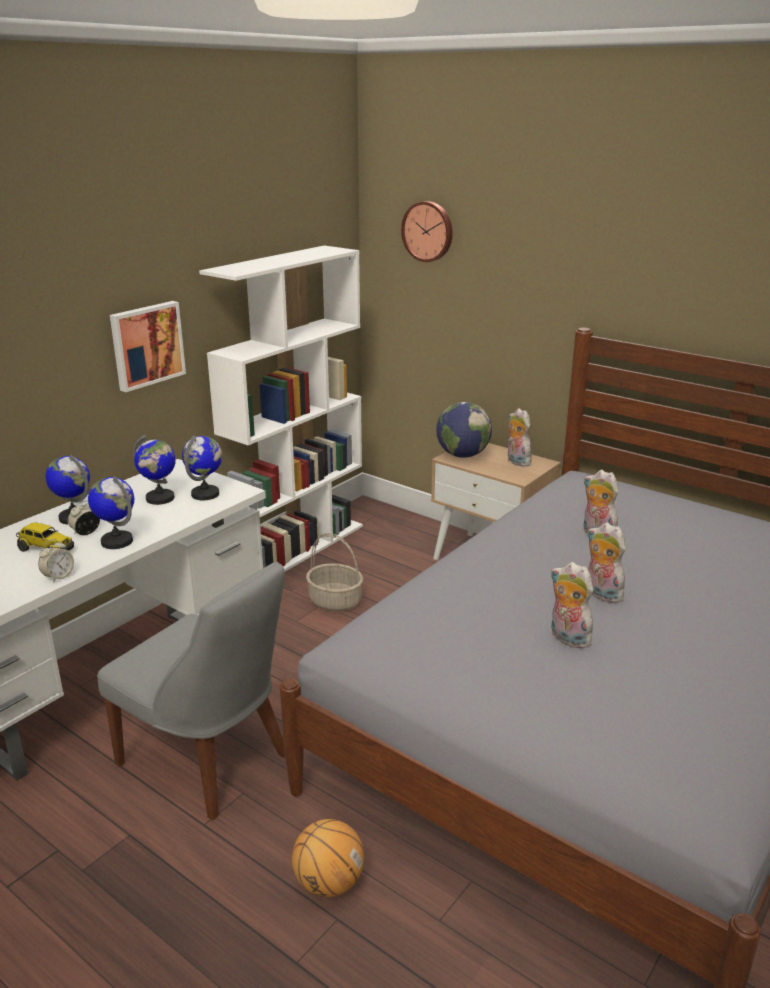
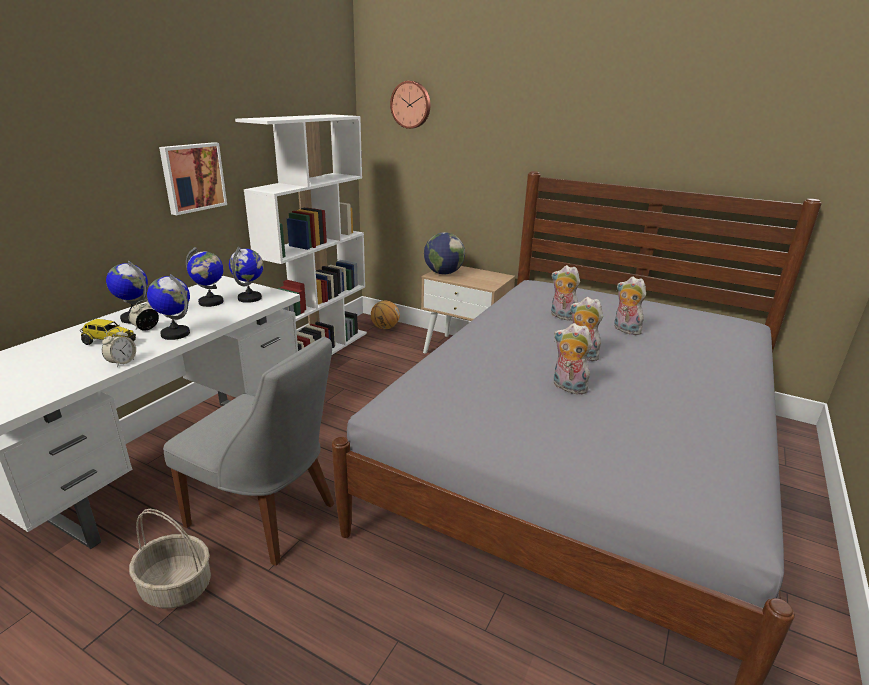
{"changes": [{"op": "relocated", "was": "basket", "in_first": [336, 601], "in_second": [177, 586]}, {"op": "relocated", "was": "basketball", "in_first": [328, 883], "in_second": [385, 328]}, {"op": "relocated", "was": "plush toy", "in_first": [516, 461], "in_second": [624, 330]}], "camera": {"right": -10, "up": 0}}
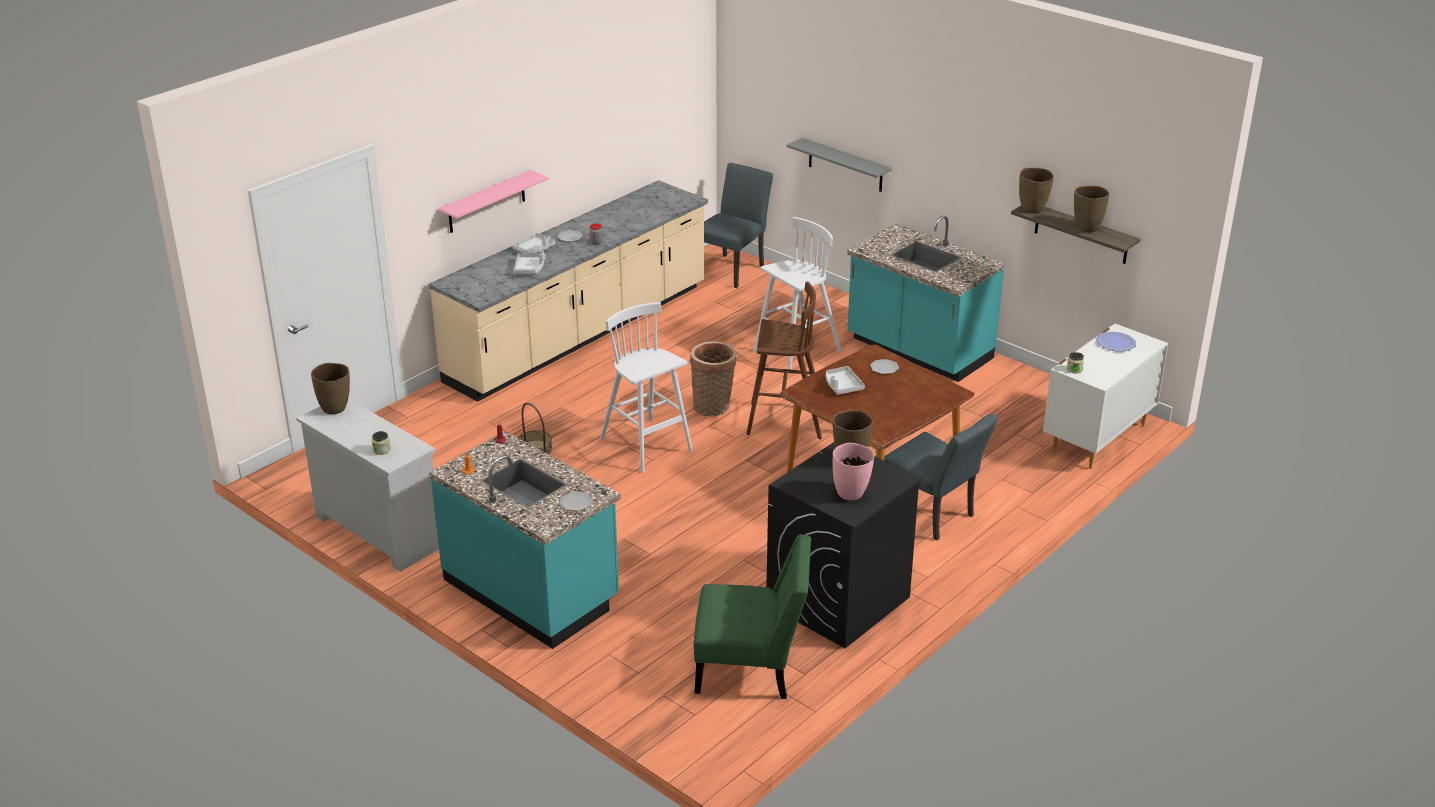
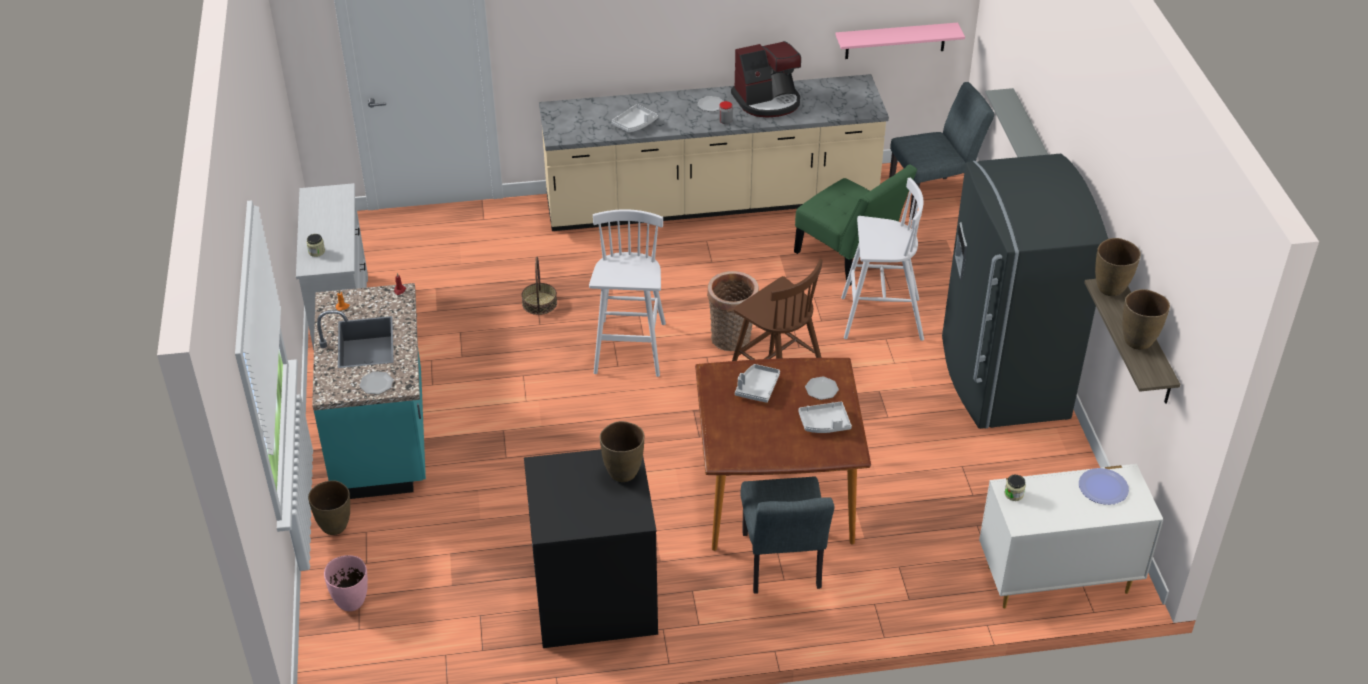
{"changes": [{"op": "relocated", "was": "brown vase", "in_first": [335, 408], "in_second": [335, 526]}, {"op": "relocated", "was": "pink vase", "in_first": [851, 493], "in_second": [352, 602]}, {"op": "appeared", "now": "coffee machine", "in_second": [767, 101]}, {"op": "relocated", "was": "green chair", "in_first": [751, 668], "in_second": [849, 256]}, {"op": "relocated", "was": "grey tray", "in_first": [534, 249], "in_second": [824, 423]}, {"op": "relocated", "was": "pink shelf", "in_first": [486, 202], "in_second": [895, 41]}, {"op": "exchanged", "was": "turquoise counter", "now": "grey fridge", "in_first": [918, 350], "in_second": [1001, 379]}], "camera": {"right": 40, "up": 10}}
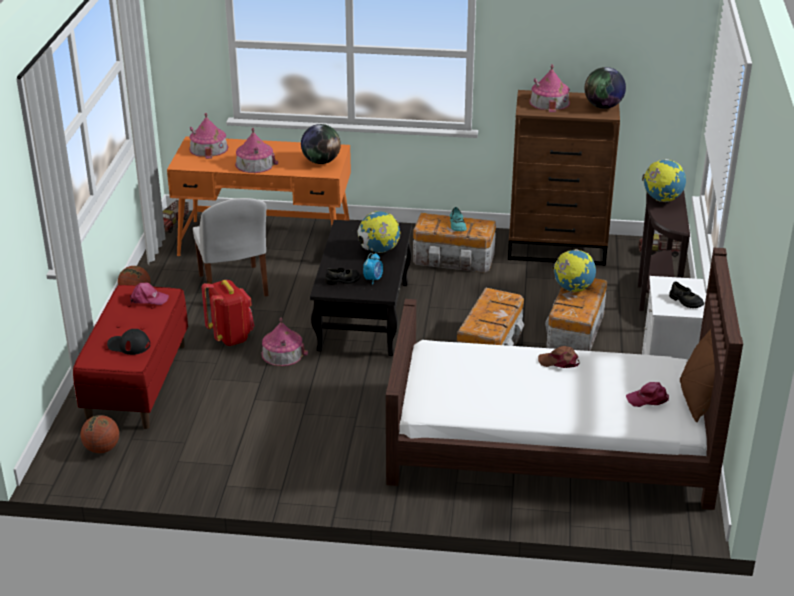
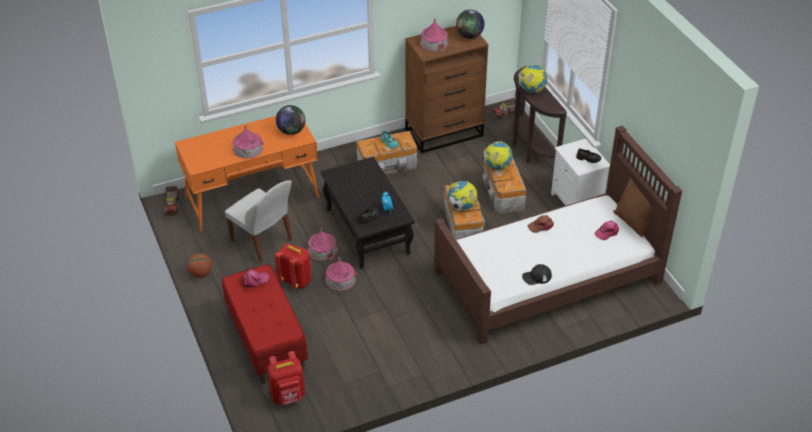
{"changes": [{"op": "exchanged", "was": "basketball", "now": "red backpack", "in_first": [102, 449], "in_second": [288, 396]}, {"op": "relocated", "was": "toy house", "in_first": [208, 148], "in_second": [322, 250]}, {"op": "relocated", "was": "globe", "in_first": [379, 250], "in_second": [461, 207]}, {"op": "relocated", "was": "black cap", "in_first": [129, 345], "in_second": [536, 277]}], "camera": {"right": -30, "up": 10}}
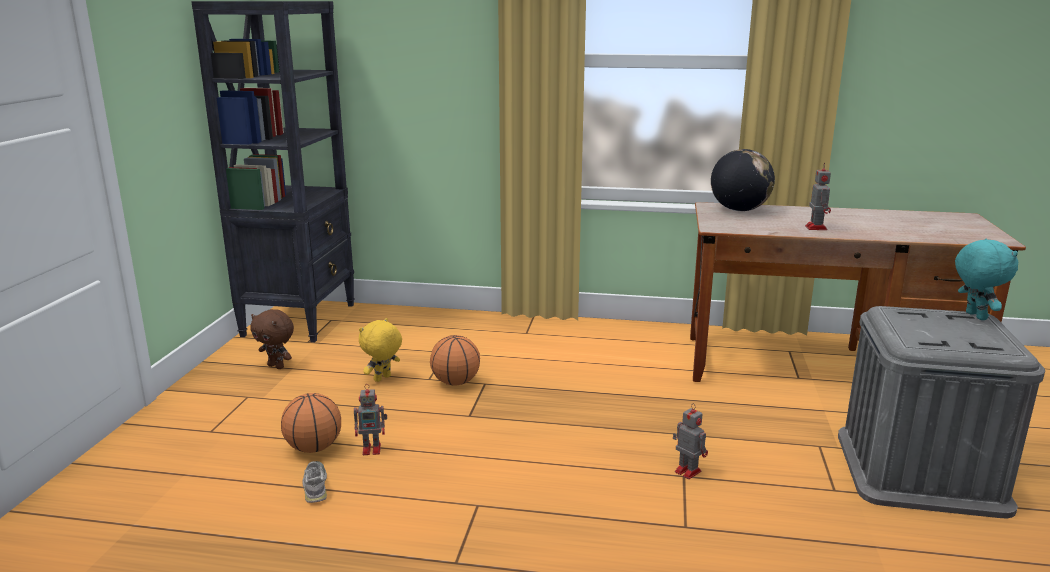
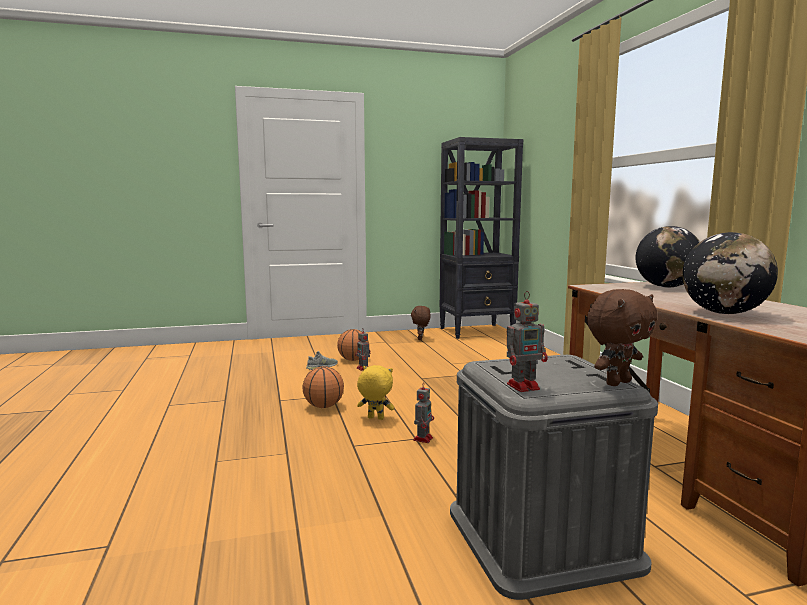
{"changes": [{"op": "relocated", "was": "basketball", "in_first": [455, 382], "in_second": [323, 406]}, {"op": "relocated", "was": "yellow plush toy", "in_first": [383, 379], "in_second": [375, 418]}, {"op": "relocated", "was": "toy robot", "in_first": [815, 227], "in_second": [524, 386]}, {"op": "colour", "was": "turquoise plush toy", "now": "brown plush toy", "in_first": [974, 316], "in_second": [617, 382]}, {"op": "appeared", "now": "globe", "in_second": [724, 313]}], "camera": {"right": 65, "up": -10}}
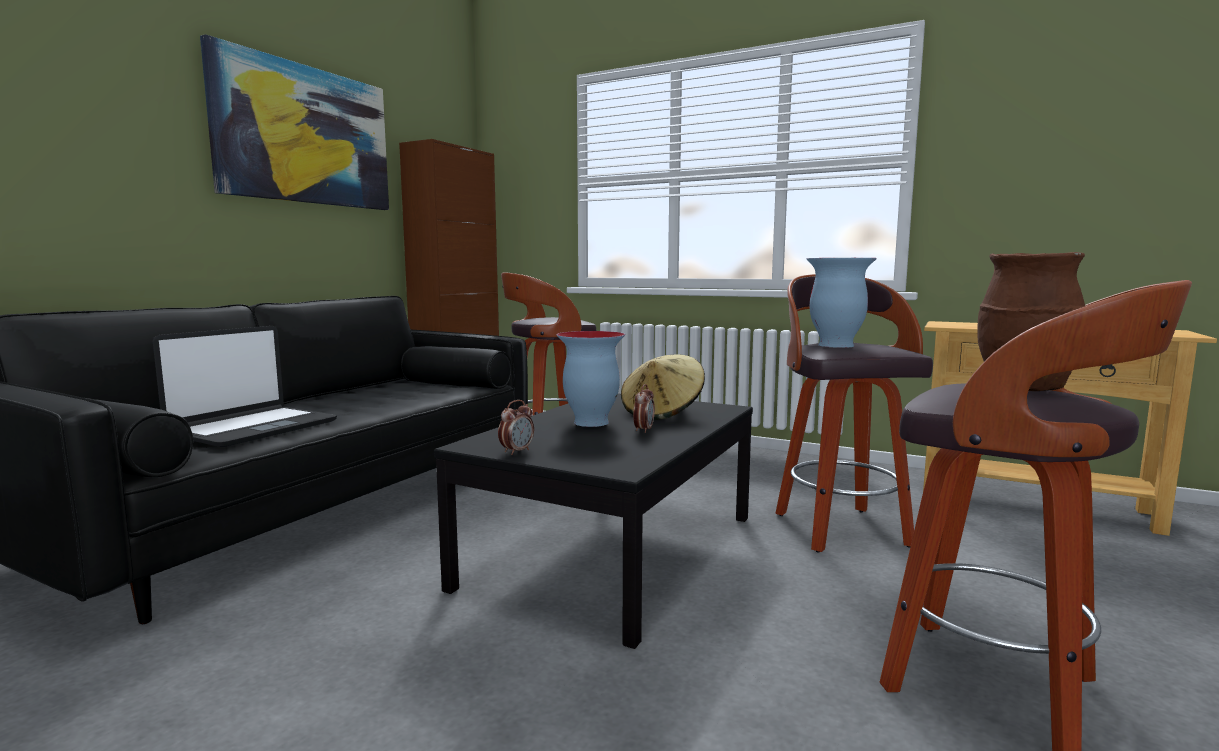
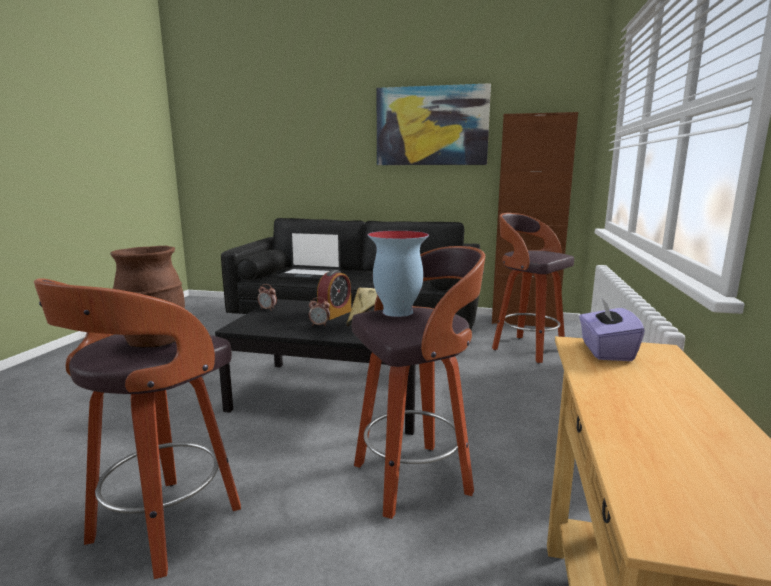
{"changes": [{"op": "exchanged", "was": "vase", "now": "alarm clock", "in_first": [590, 422], "in_second": [335, 314]}, {"op": "appeared", "now": "purple tissue box", "in_second": [605, 351]}], "camera": {"right": 75, "up": 5}}
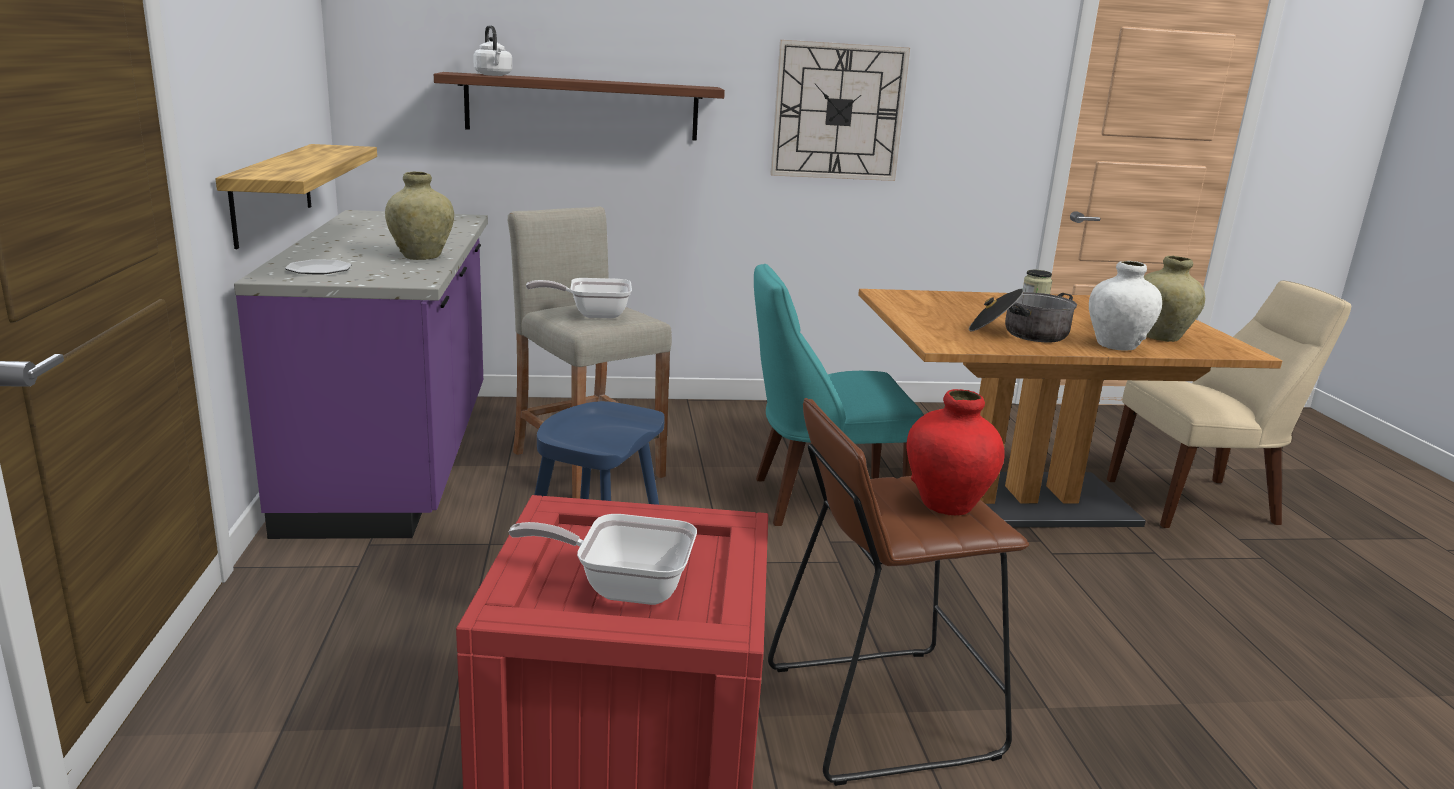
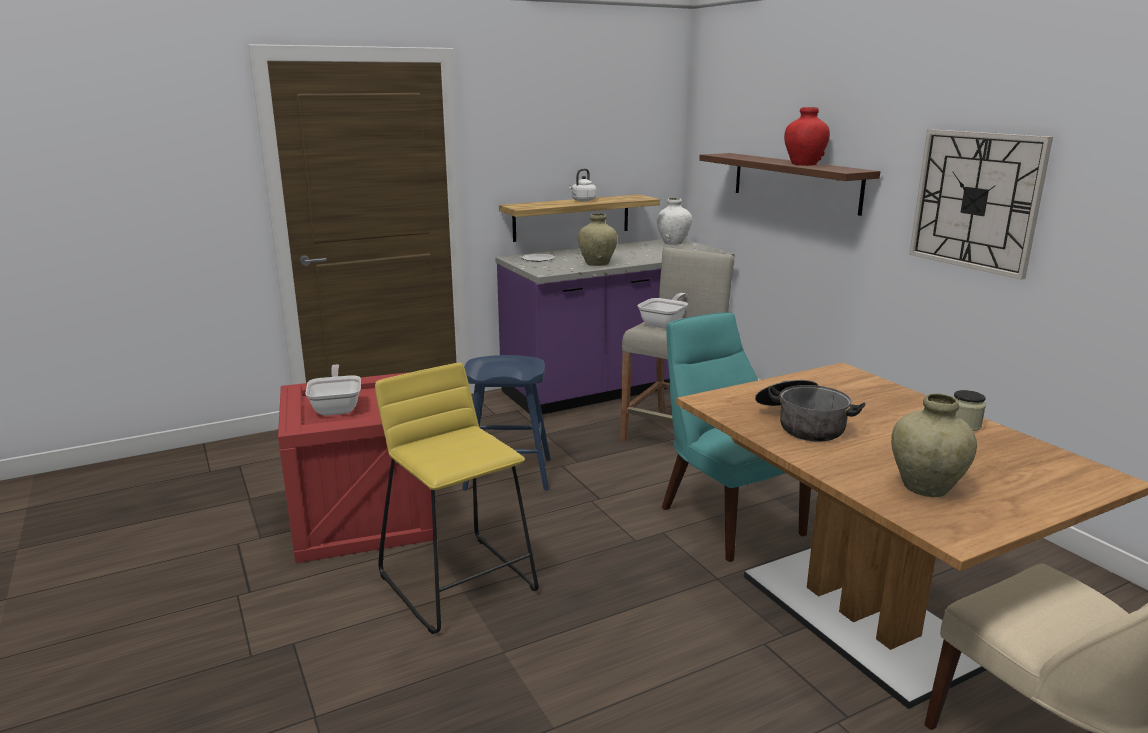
{"changes": [{"op": "colour", "was": "brown stool", "now": "yellow stool", "in_first": [880, 710], "in_second": [459, 582]}, {"op": "relocated", "was": "white kettle", "in_first": [493, 75], "in_second": [582, 200]}, {"op": "spun", "was": "frying pan", "in_first": [592, 314], "in_second": [665, 323], "clockwise": 60}, {"op": "relocated", "was": "white vase", "in_first": [1116, 345], "in_second": [673, 243]}, {"op": "relocated", "was": "red vase", "in_first": [946, 505], "in_second": [804, 164]}], "camera": {"right": 70, "up": 0}}
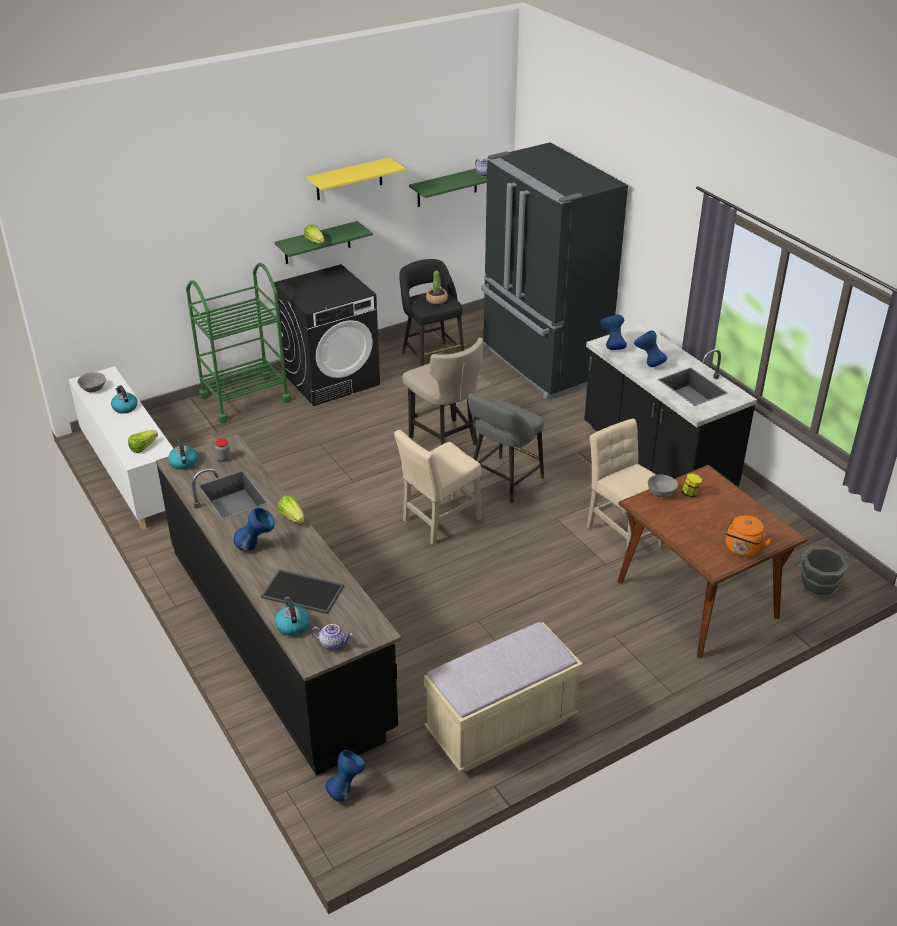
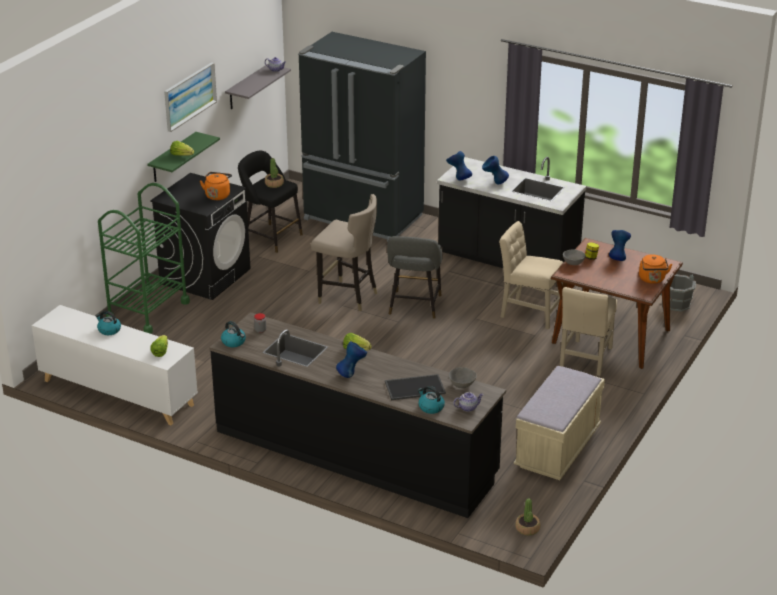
{"changes": [{"op": "exchanged", "was": "yellow shelf", "now": "picture", "in_first": [349, 179], "in_second": [189, 96]}, {"op": "appeared", "now": "orange kettle", "in_second": [218, 195]}, {"op": "colour", "was": "green shelf", "now": "grey shelf", "in_first": [447, 187], "in_second": [247, 87]}, {"op": "relocated", "was": "grey bowl", "in_first": [93, 389], "in_second": [462, 385]}, {"op": "appeared", "now": "potted plant", "in_second": [527, 528]}, {"op": "relocated", "was": "beige chair", "in_first": [439, 521], "in_second": [585, 359]}, {"op": "relocated", "was": "blue vase", "in_first": [346, 789], "in_second": [618, 258]}], "camera": {"right": -30, "up": -5}}
